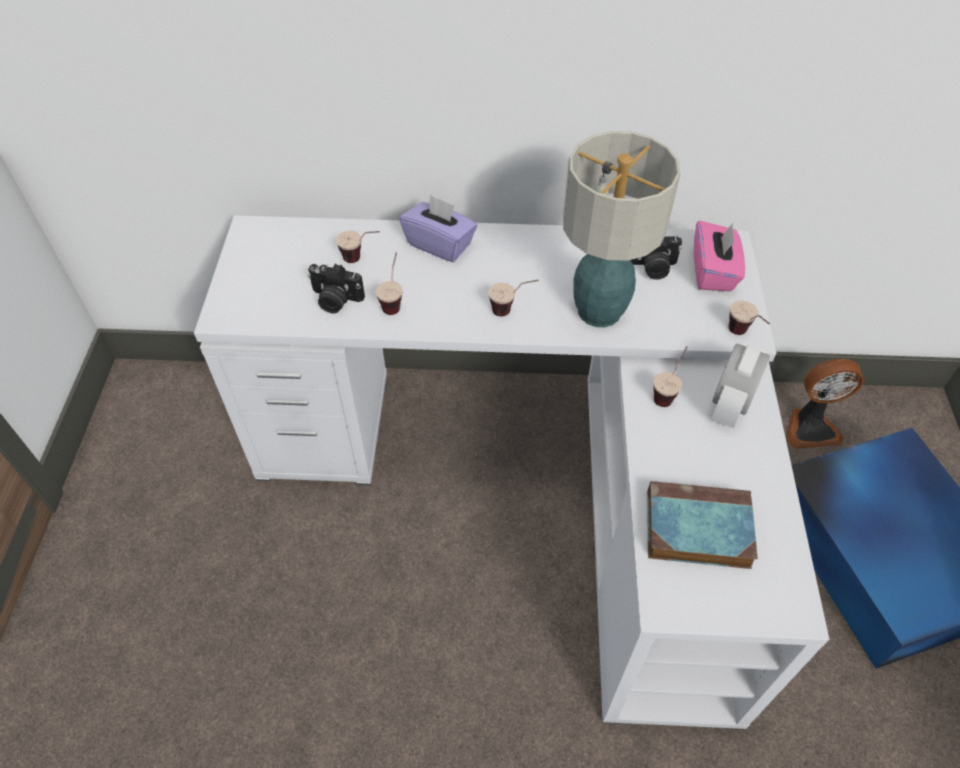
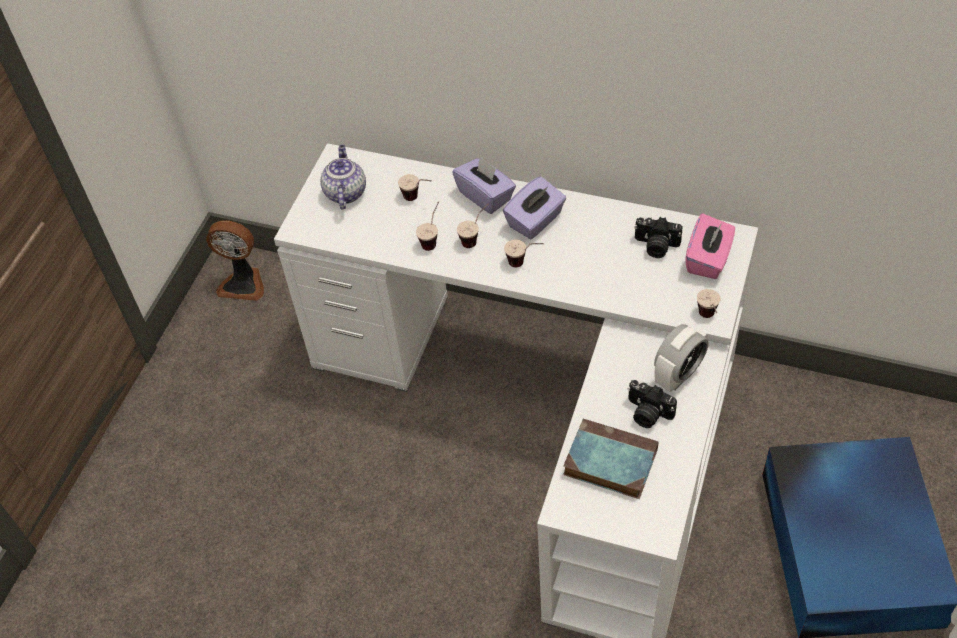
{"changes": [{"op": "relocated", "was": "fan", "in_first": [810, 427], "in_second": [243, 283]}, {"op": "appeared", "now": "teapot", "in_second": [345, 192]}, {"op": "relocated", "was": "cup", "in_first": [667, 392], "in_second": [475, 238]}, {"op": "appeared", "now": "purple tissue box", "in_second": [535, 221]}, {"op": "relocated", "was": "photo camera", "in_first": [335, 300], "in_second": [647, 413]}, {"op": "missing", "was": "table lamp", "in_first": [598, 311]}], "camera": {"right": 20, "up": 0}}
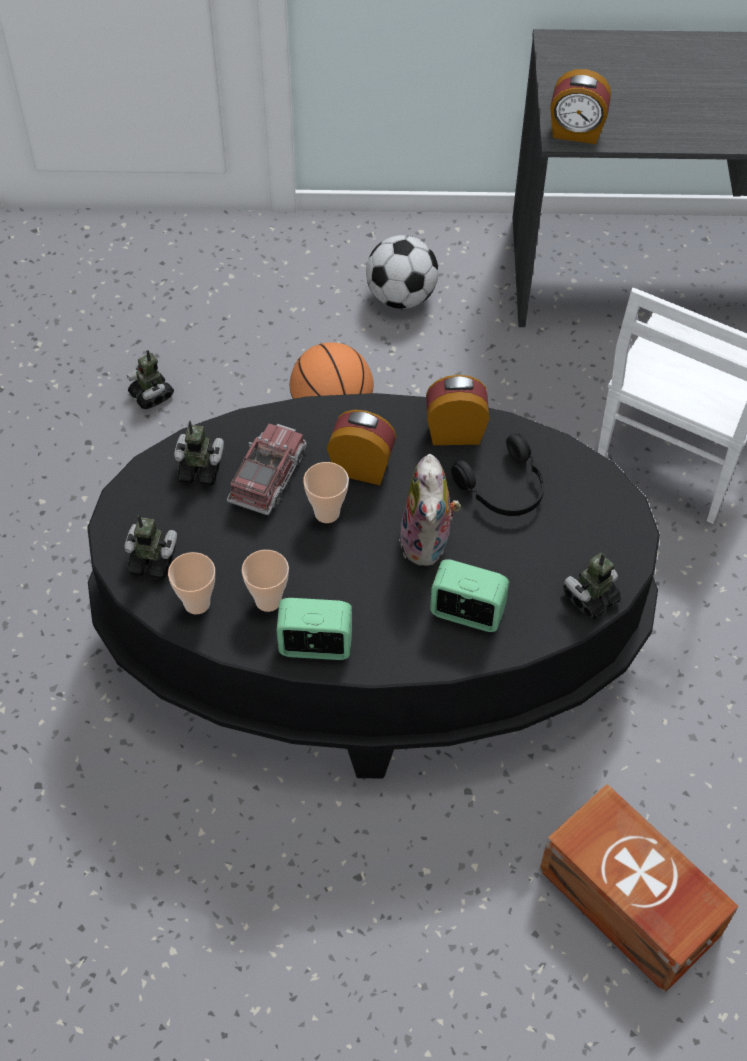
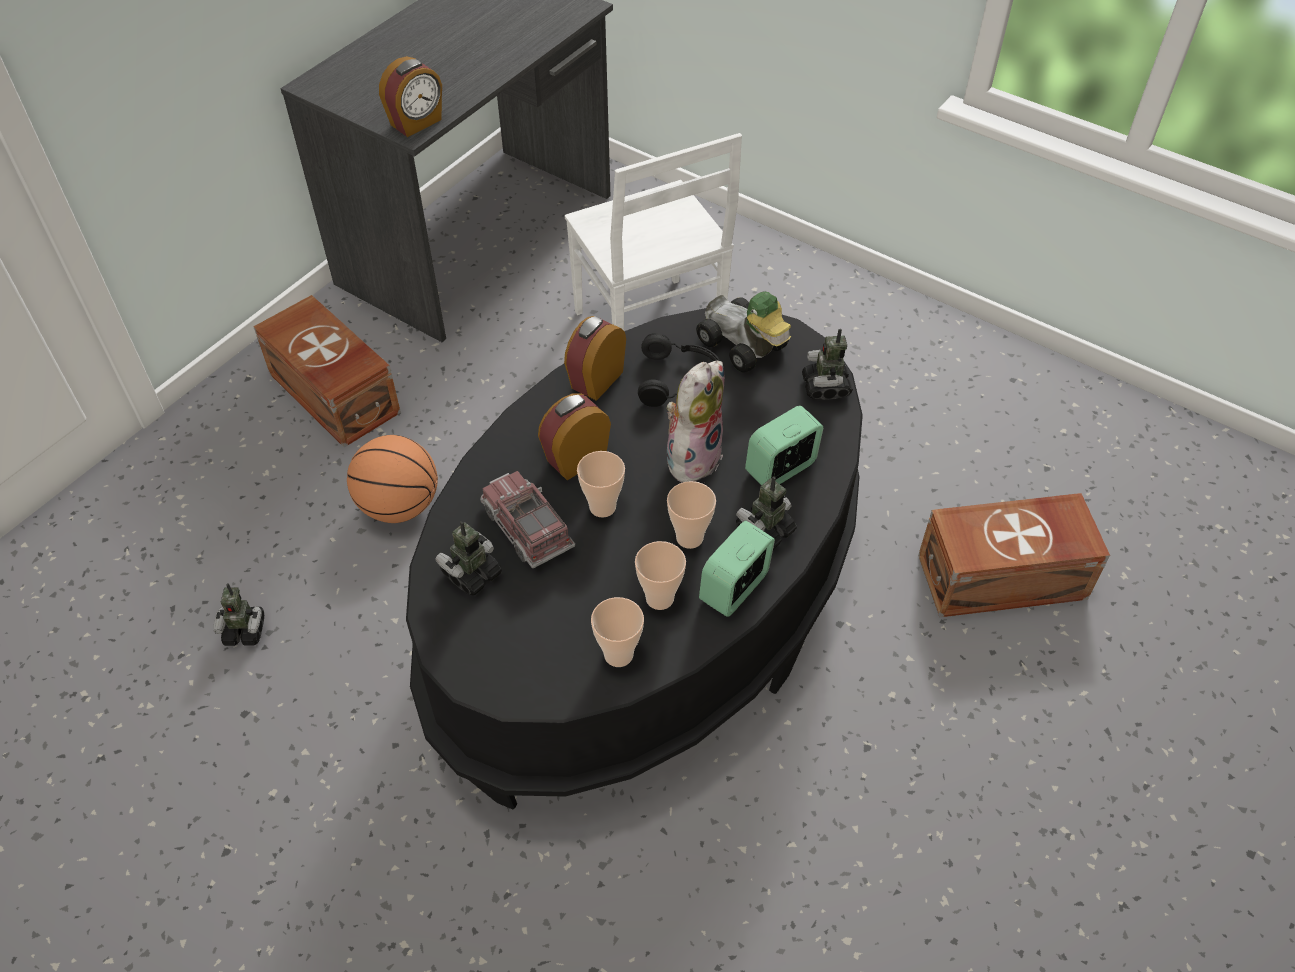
{"changes": [{"op": "exchanged", "was": "football", "now": "brown storage box", "in_first": [401, 297], "in_second": [333, 395]}, {"op": "spun", "was": "plush toy", "in_first": [428, 543], "in_second": [692, 456], "clockwise": -90}, {"op": "appeared", "now": "cup", "in_second": [689, 537]}, {"op": "appeared", "now": "toy car", "in_second": [743, 348]}, {"op": "relocated", "was": "toy robot", "in_first": [152, 561], "in_second": [765, 530]}], "camera": {"right": -55, "up": -5}}
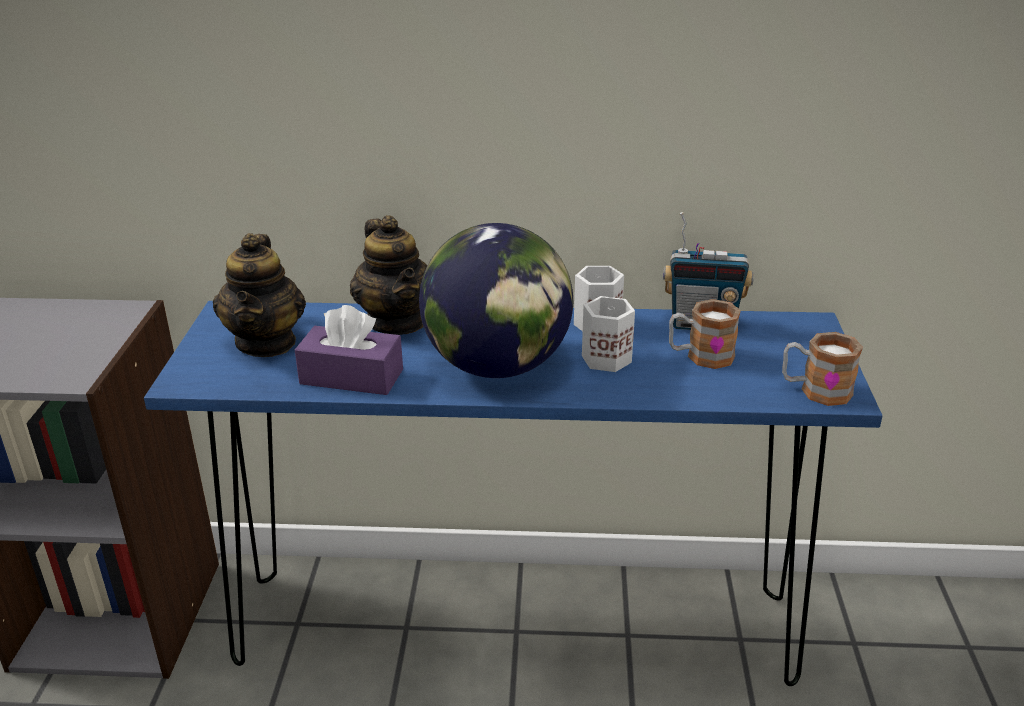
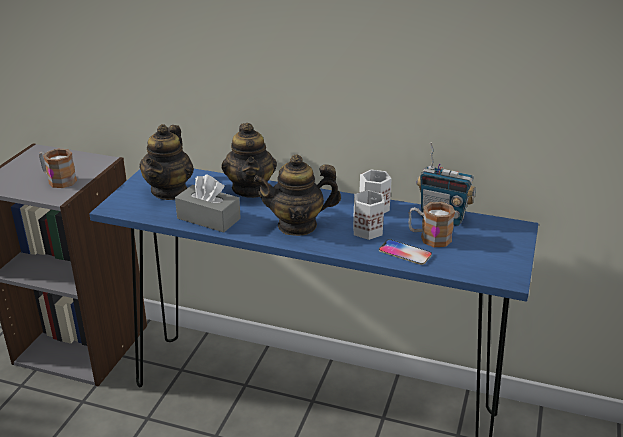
{"changes": [{"op": "relocated", "was": "mug", "in_first": [815, 390], "in_second": [58, 180]}, {"op": "colour", "was": "purple tissue box", "now": "grey tissue box", "in_first": [351, 377], "in_second": [208, 218]}, {"op": "exchanged", "was": "globe", "now": "teapot", "in_first": [497, 367], "in_second": [297, 225]}, {"op": "appeared", "now": "phone", "in_second": [405, 253]}], "camera": {"right": 15, "up": 0}}
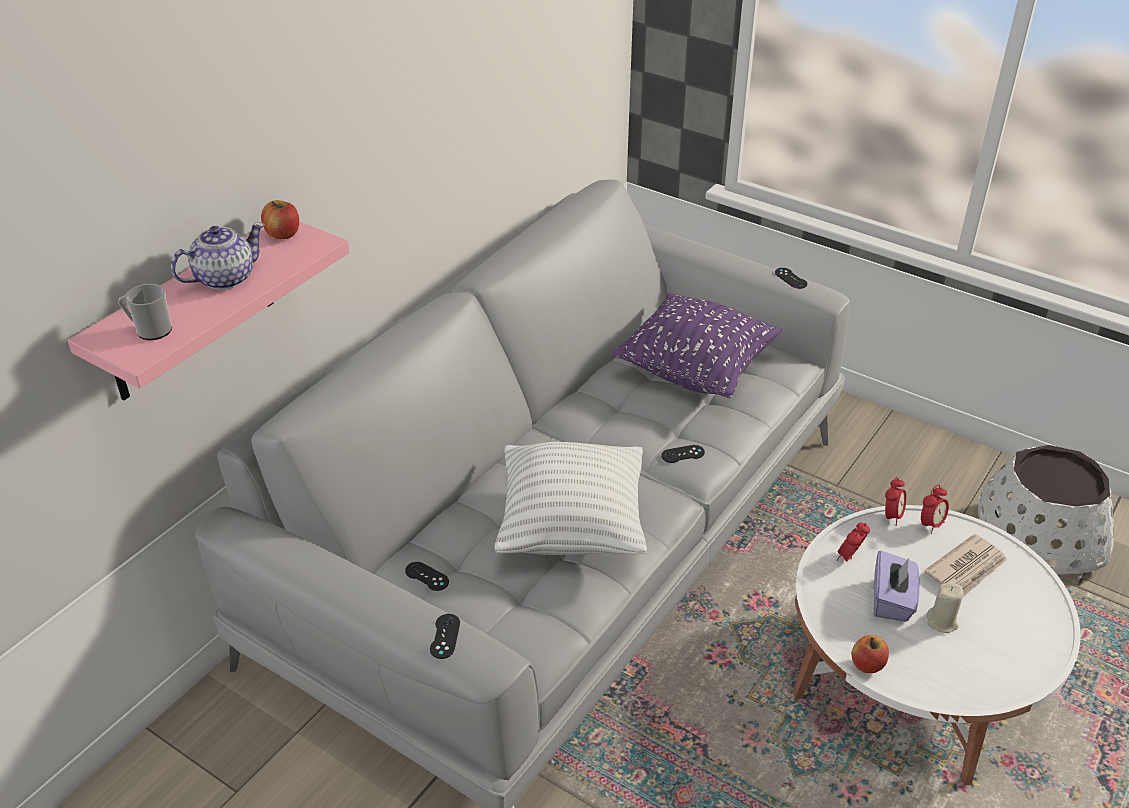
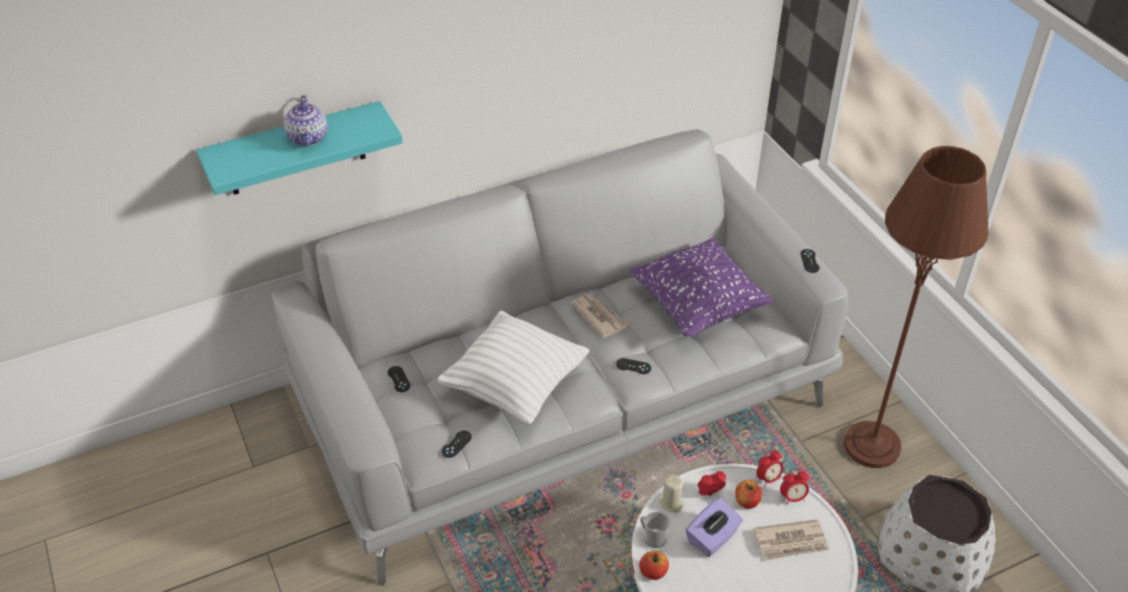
{"changes": [{"op": "colour", "was": "pink shelf", "now": "turquoise shelf", "in_first": [191, 311], "in_second": [295, 150]}, {"op": "spun", "was": "teapot", "in_first": [224, 278], "in_second": [308, 137], "clockwise": 90}, {"op": "relocated", "was": "black game controller", "in_first": [445, 636], "in_second": [456, 444]}, {"op": "appeared", "now": "newspaper", "in_second": [599, 316]}, {"op": "relocated", "was": "mug", "in_first": [150, 330], "in_second": [653, 537]}, {"op": "relocated", "was": "beige candle", "in_first": [942, 622], "in_second": [672, 503]}, {"op": "relocated", "was": "apple", "in_first": [283, 234], "in_second": [747, 501]}, {"op": "appeared", "now": "brown floor lamp", "in_second": [872, 446]}], "camera": {"right": 30, "up": 5}}
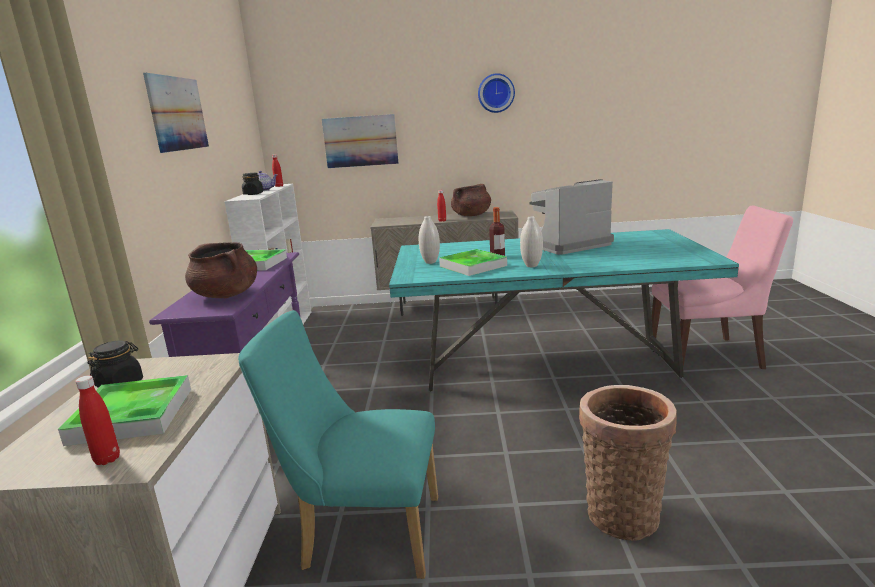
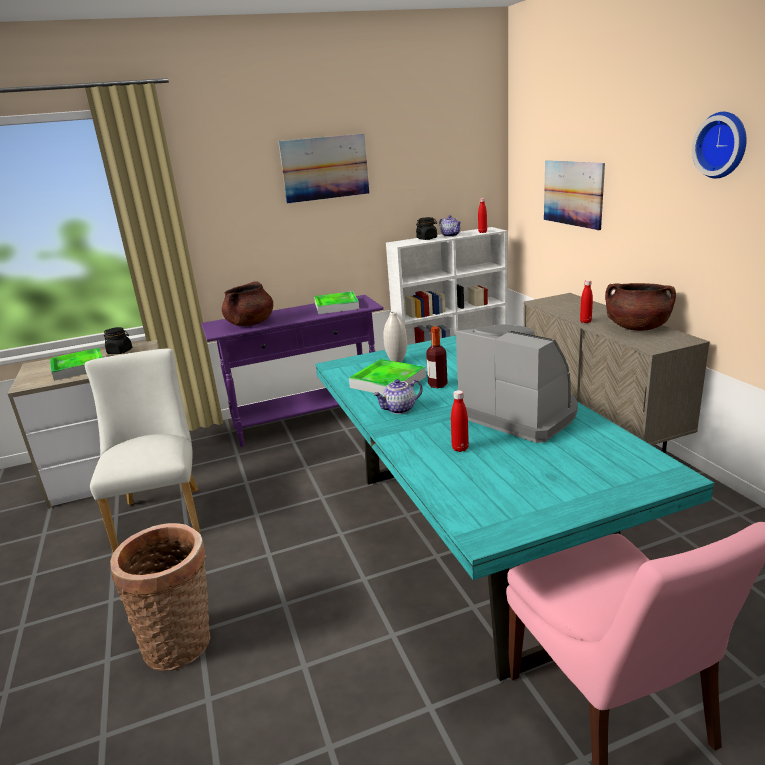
{"changes": [{"op": "colour", "was": "turquoise chair", "now": "white chair", "in_first": [362, 533], "in_second": [161, 513]}, {"op": "exchanged", "was": "white vase", "now": "teapot", "in_first": [531, 266], "in_second": [399, 409]}, {"op": "relocated", "was": "red bottle", "in_first": [107, 459], "in_second": [460, 448]}], "camera": {"right": 70, "up": 5}}
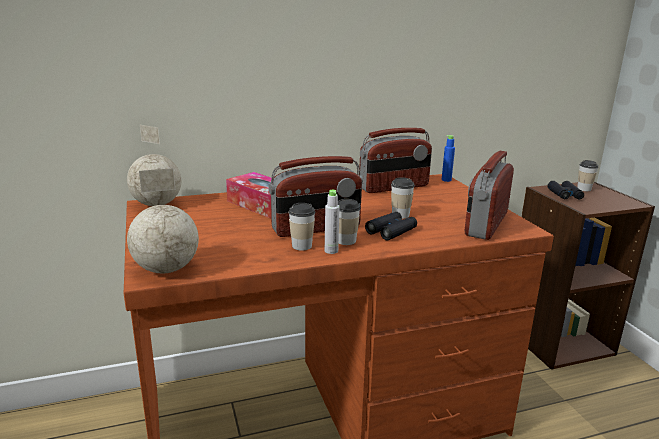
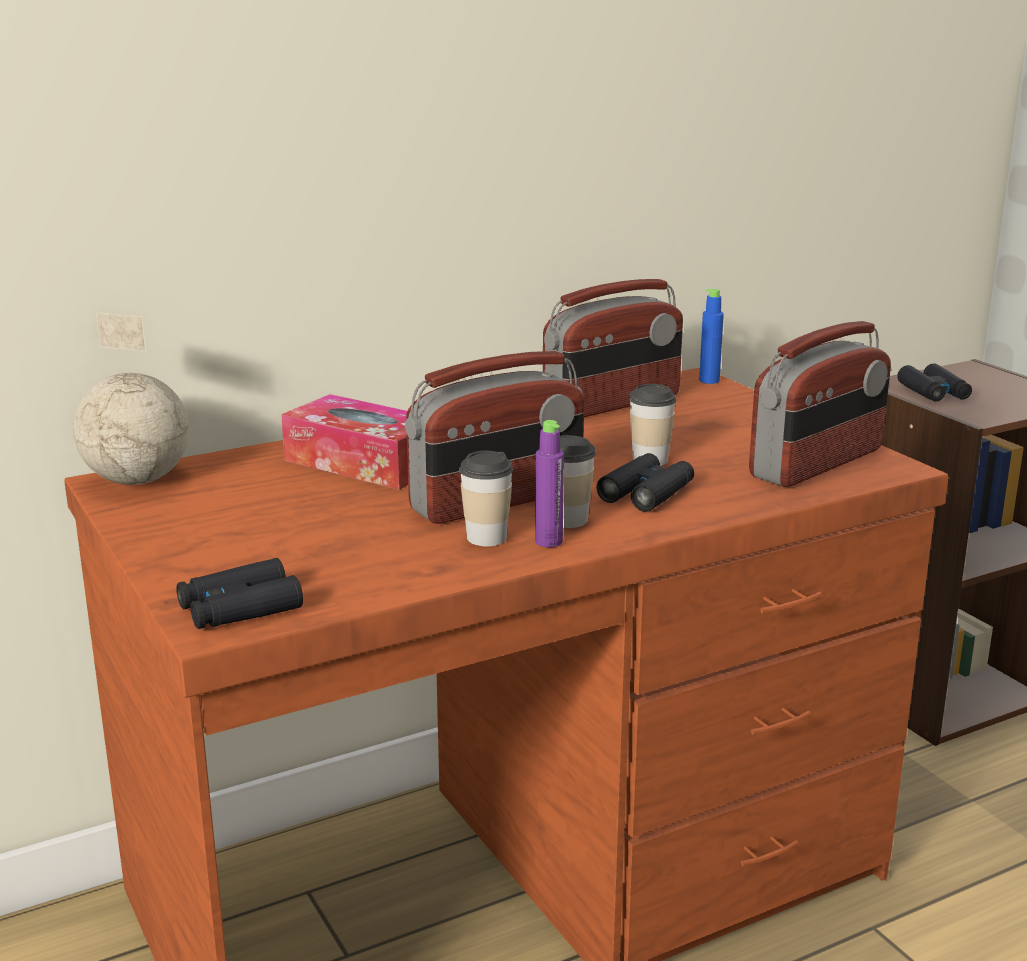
{"changes": [{"op": "exchanged", "was": "globe", "now": "black binoculars", "in_first": [165, 269], "in_second": [239, 608]}, {"op": "colour", "was": "grey bottle", "now": "purple bottle", "in_first": [331, 251], "in_second": [548, 541]}, {"op": "spun", "was": "radio", "in_first": [485, 224], "in_second": [818, 464], "clockwise": -150}, {"op": "missing", "was": "cup", "in_first": [584, 189]}], "camera": {"right": -10, "up": 0}}
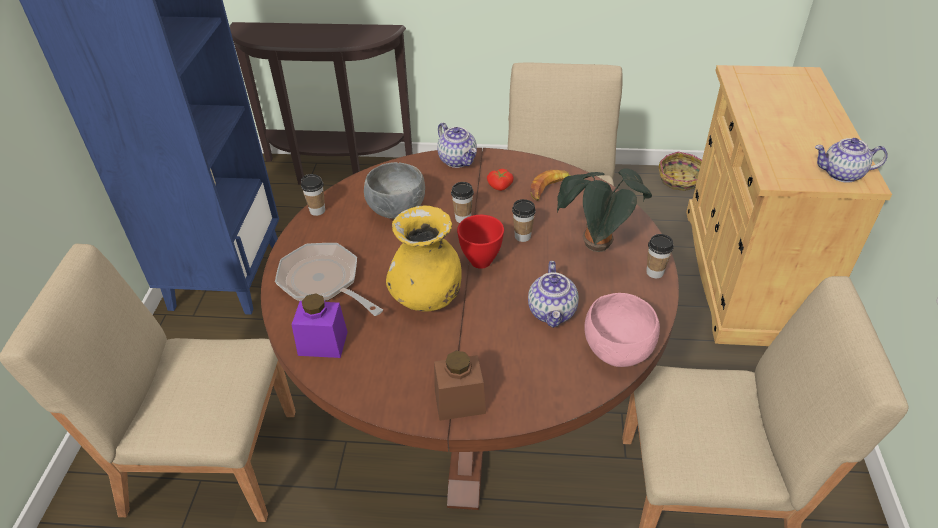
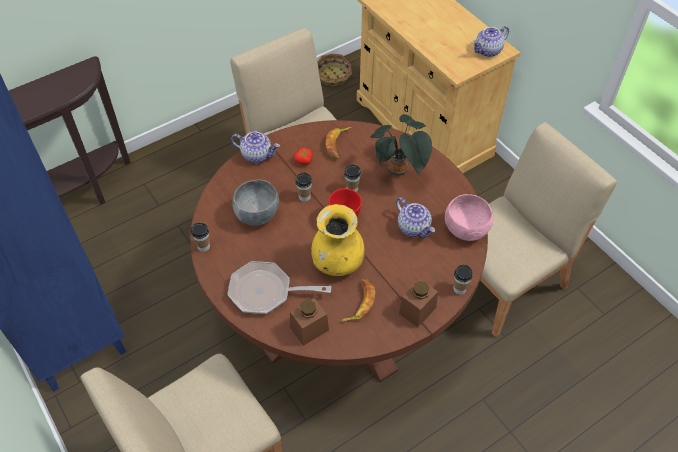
{"changes": [{"op": "colour", "was": "purple jar", "now": "brown jar", "in_first": [323, 343], "in_second": [309, 329]}, {"op": "appeared", "now": "banana", "in_second": [359, 303]}, {"op": "relocated", "was": "cup", "in_first": [654, 272], "in_second": [459, 289]}], "camera": {"right": -40, "up": 10}}
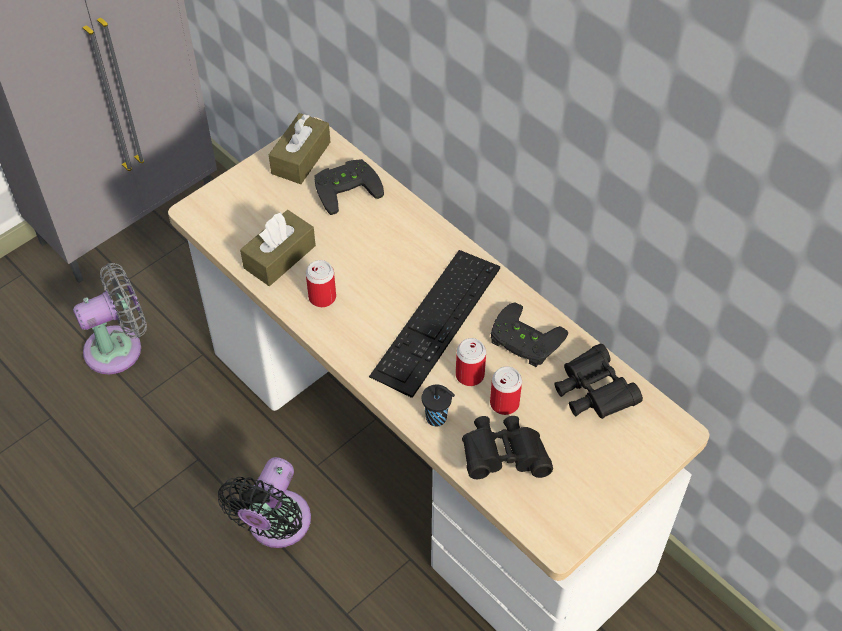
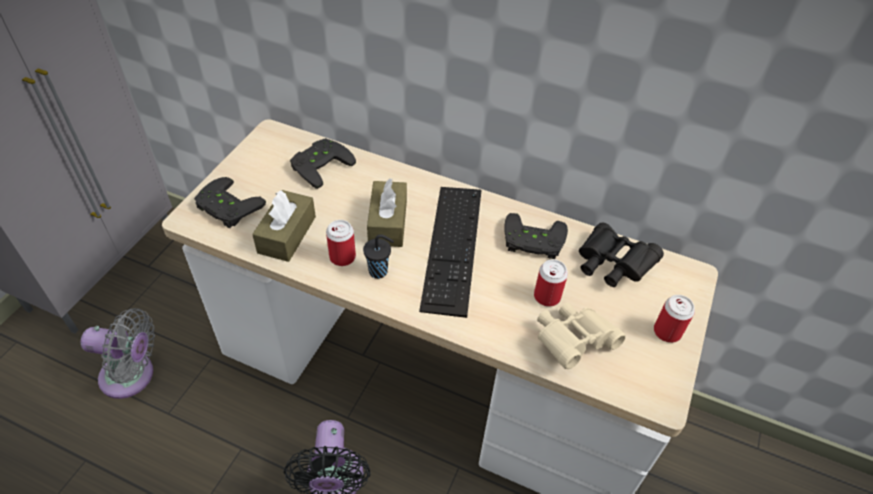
{"changes": [{"op": "spun", "was": "grey fan", "in_first": [119, 347], "in_second": [132, 376], "clockwise": 60}, {"op": "appeared", "now": "black game controller", "in_second": [226, 208]}, {"op": "relocated", "was": "black cup", "in_first": [437, 418], "in_second": [379, 271]}, {"op": "relocated", "was": "brown tissue box", "in_first": [301, 158], "in_second": [388, 223]}, {"op": "colour", "was": "black binoculars", "now": "beige binoculars", "in_first": [503, 456], "in_second": [573, 341]}, {"op": "relocated", "was": "can", "in_first": [470, 375], "in_second": [667, 331]}], "camera": {"right": -25, "up": -5}}
